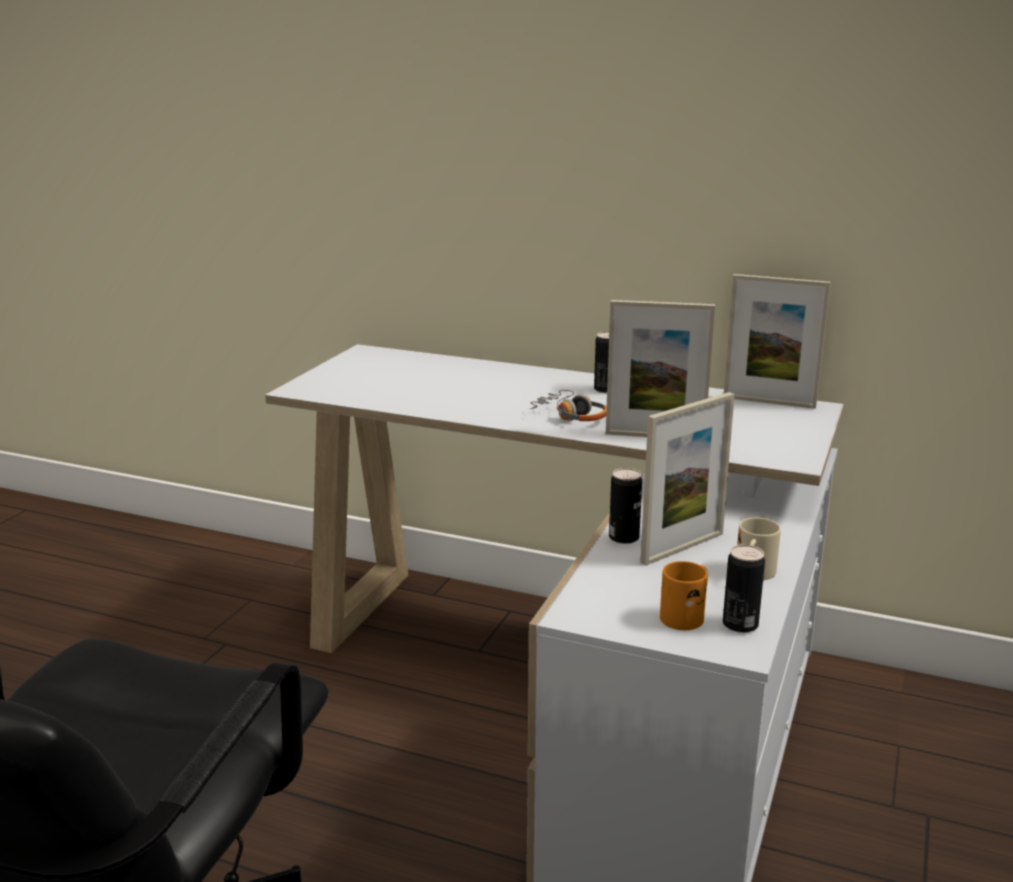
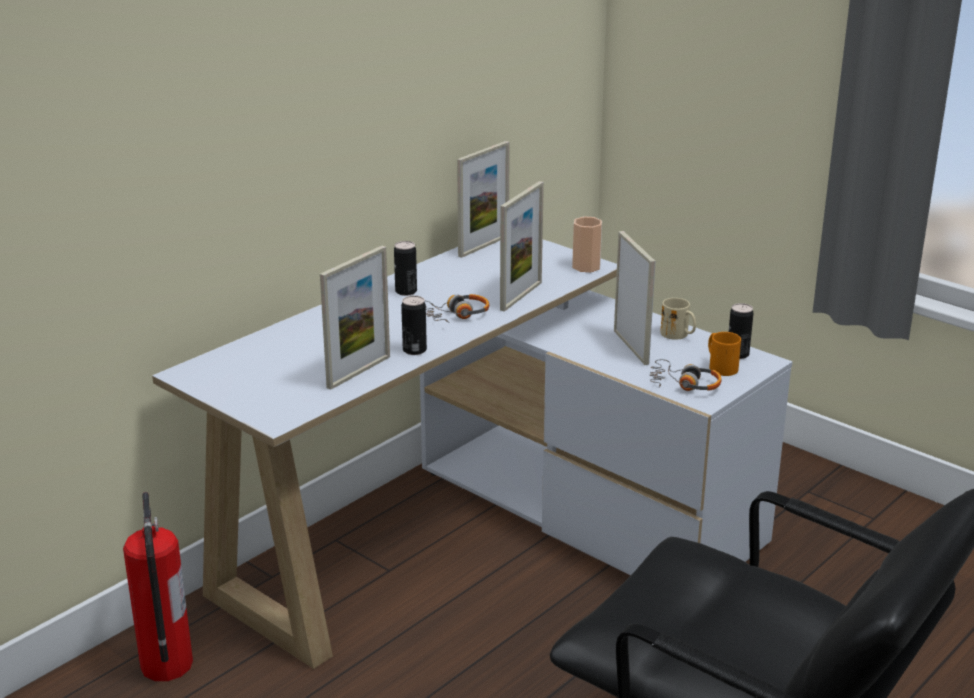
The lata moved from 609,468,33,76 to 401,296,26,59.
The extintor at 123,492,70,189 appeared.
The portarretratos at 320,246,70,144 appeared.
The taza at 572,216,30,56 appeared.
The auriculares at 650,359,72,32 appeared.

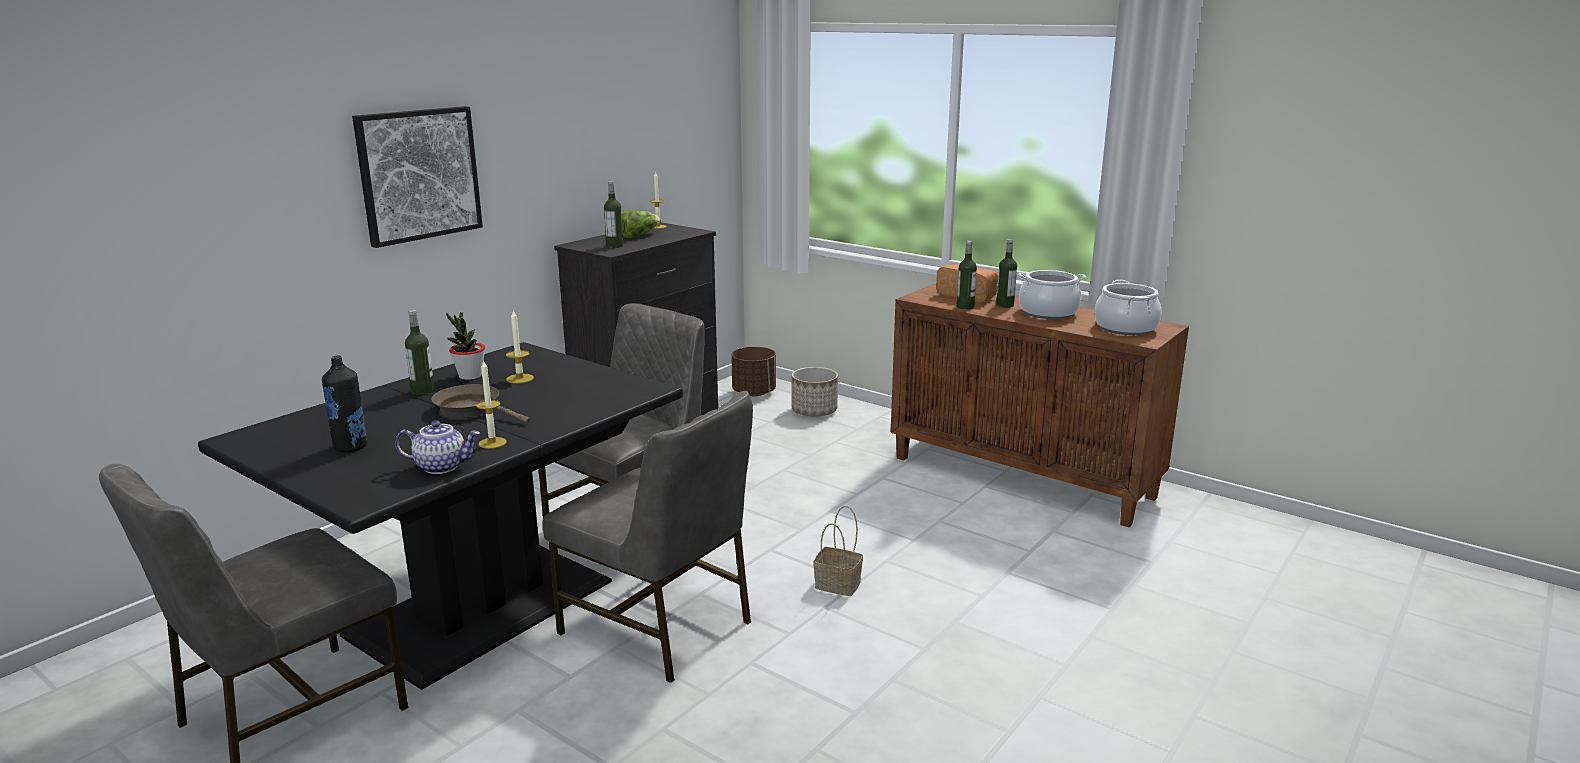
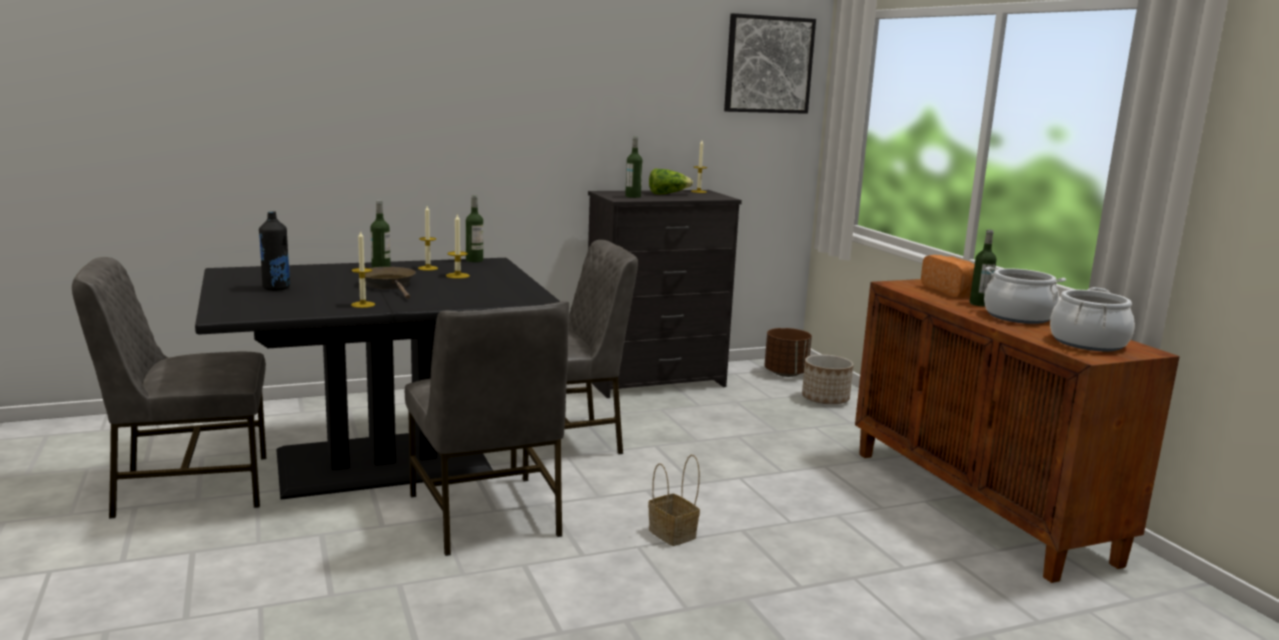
The cuadro moved from 352,106,131,142 to 724,13,92,101.
The tetera at 395,420,85,54 disappeared.
The planta en maceta at 446,312,39,68 was replaced by the vela at 418,206,20,65.
The botella moved from 956,241,21,69 to 466,195,17,67.

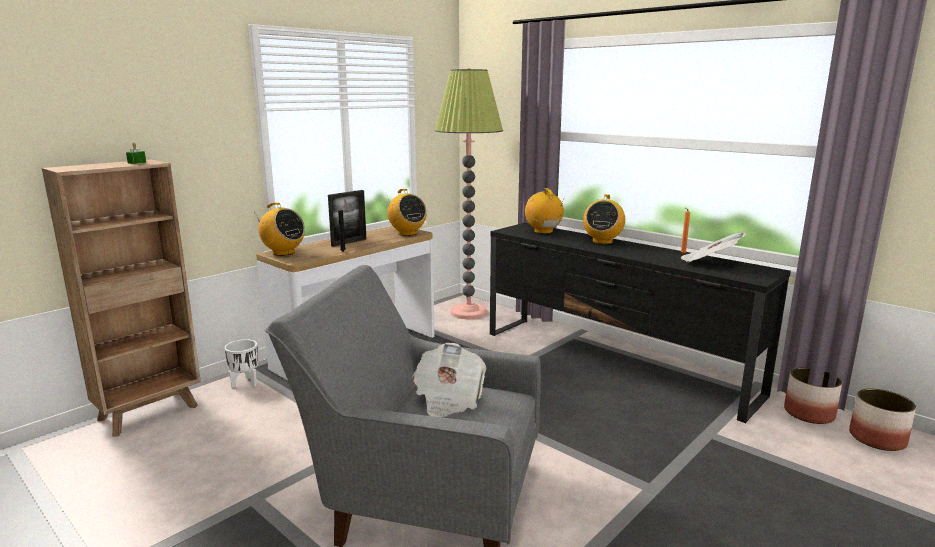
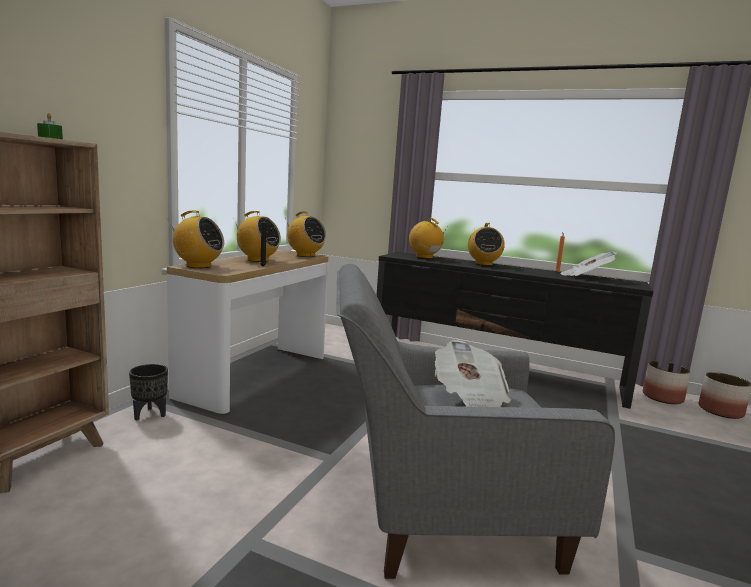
The maceta/blanco at 225,339,33,49 became the maceta/negro at 129,364,39,57.
The portarretratos at 328,190,38,57 was replaced by the radio at 233,211,48,51.
The lámpara de pie at 434,68,69,251 disappeared.

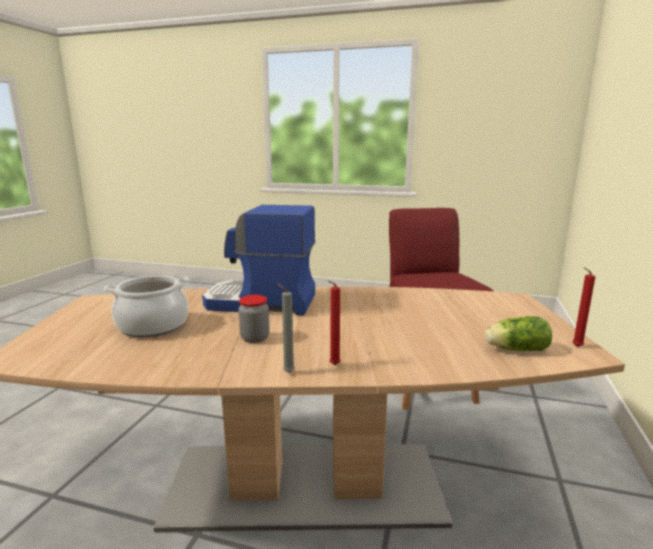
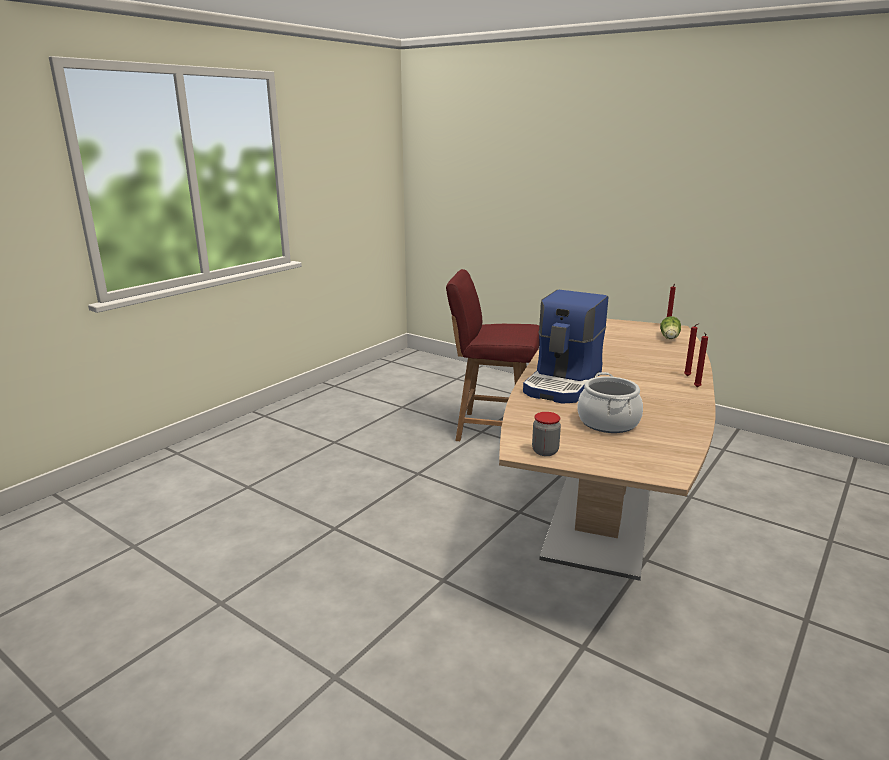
The tarro moved from 238,295,32,48 to 532,412,29,44.
The vela/gris at 277,283,18,90 became the vela/rojo at 694,332,14,55.

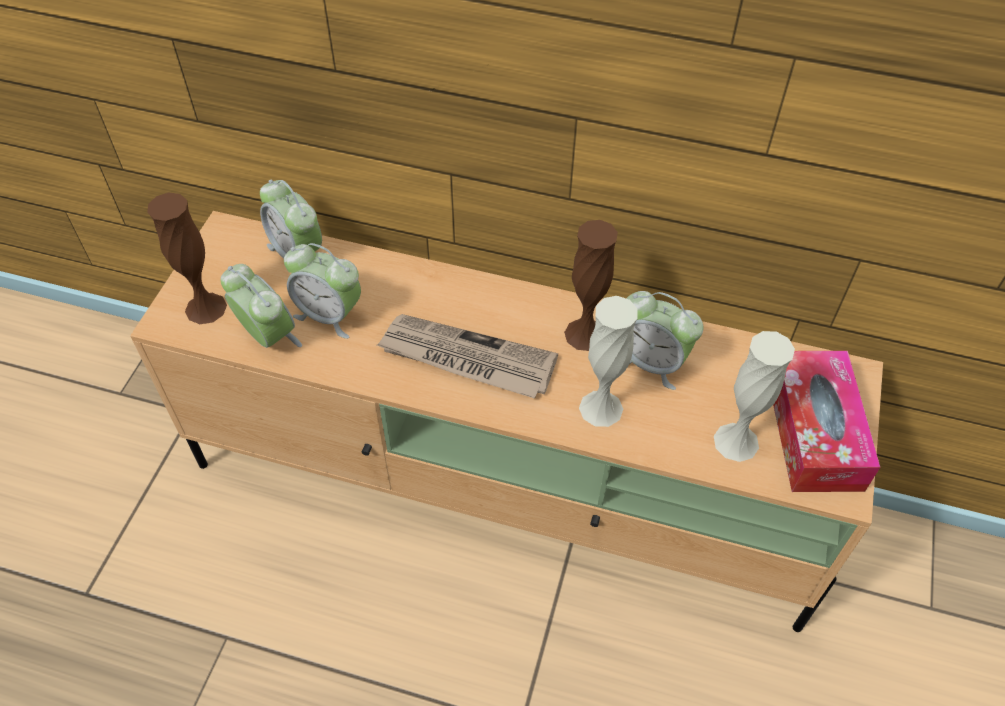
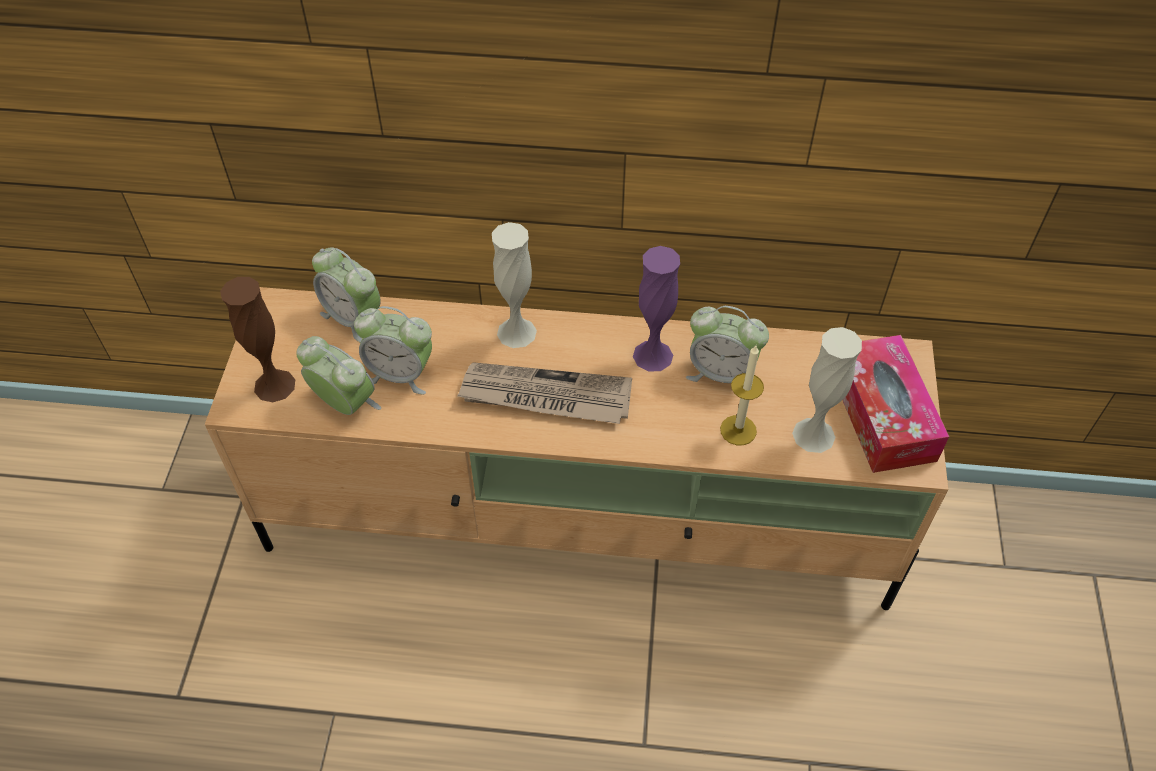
The florero/marrón at 564,220,54,131 became the florero/morado at 633,246,47,126.
The florero/blanco moved from 579,296,58,131 to 492,222,45,126.
The vela at 720,345,44,100 appeared.

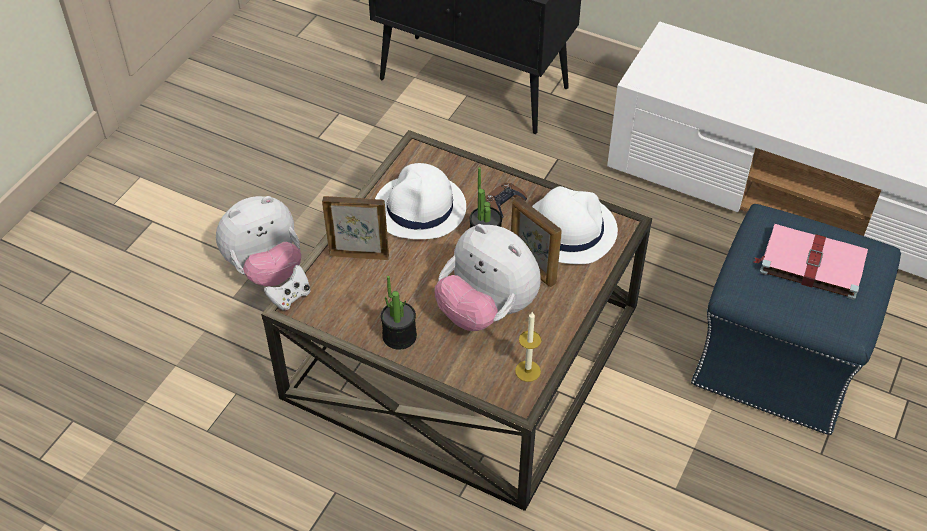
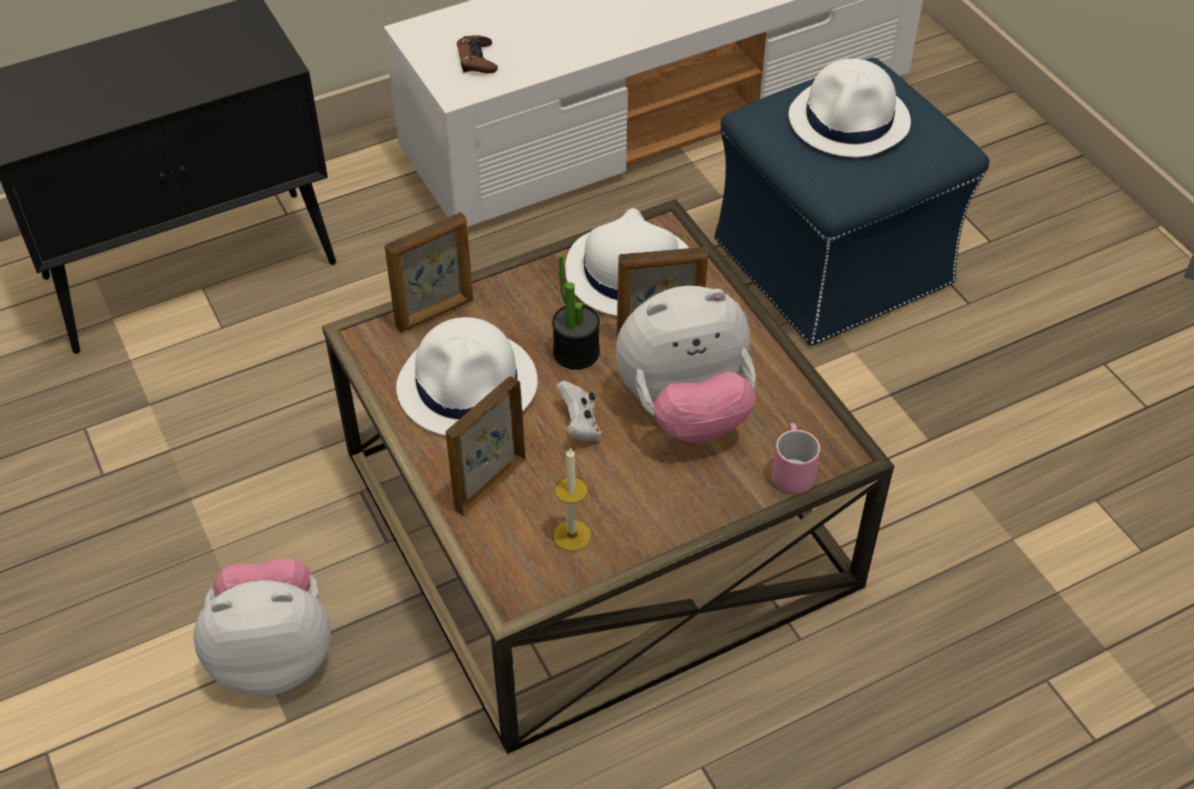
The peluche at 216,196,85,90 turned 105 degrees counterclockwise.
The mando de consola/blanco moved from 264,265,46,45 to 556,381,46,61.
The planta en maceta at 381,276,36,74 disappeared.
The mando de consola/marrón moved from 486,183,41,36 to 457,35,41,38.
The vela moved from 515,312,26,70 to 553,447,38,104.
The libro/rosa at 754,224,114,76 was replaced by the sombrero/blanco at 789,59,122,98.
The portarretratos at 385,212,88,120 appeared.
The taza grande/rosa at 772,423,49,71 appeared.

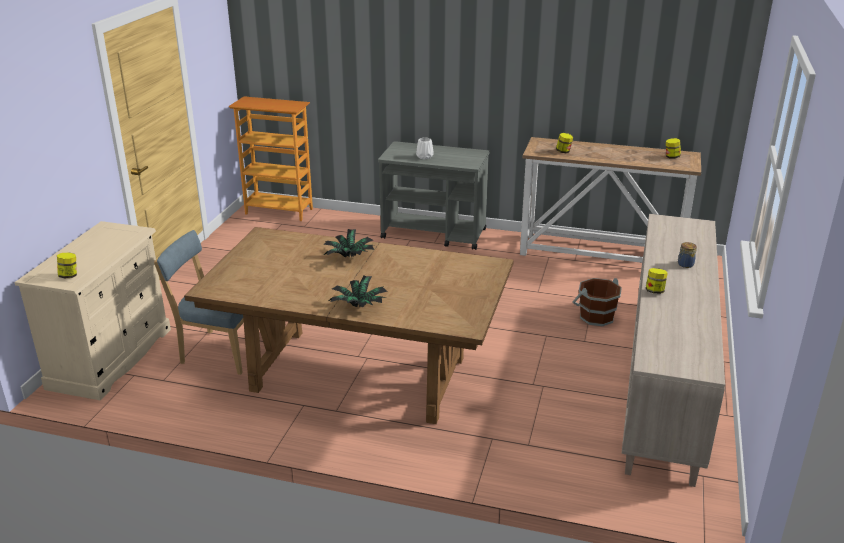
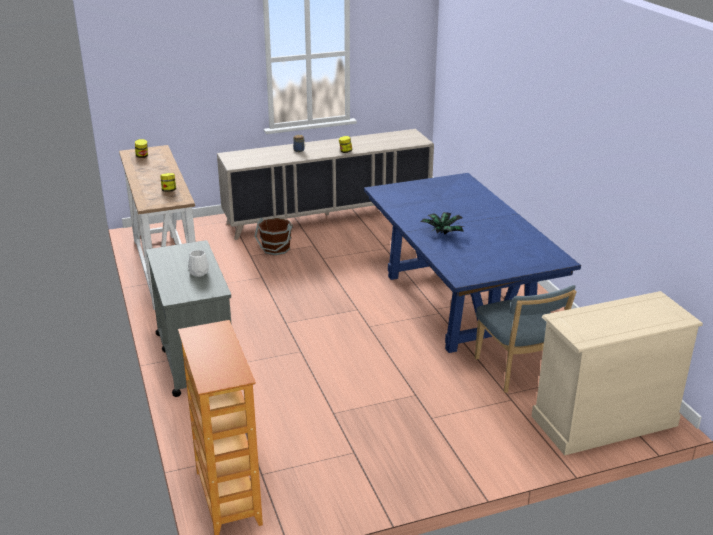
The tarro at 57,253,20,26 disappeared.
The mesa de comedor/marrón at 184,227,330,197 became the mesa de comedor/azul at 364,173,217,180.
The planta en maceta at 329,275,59,33 disappeared.

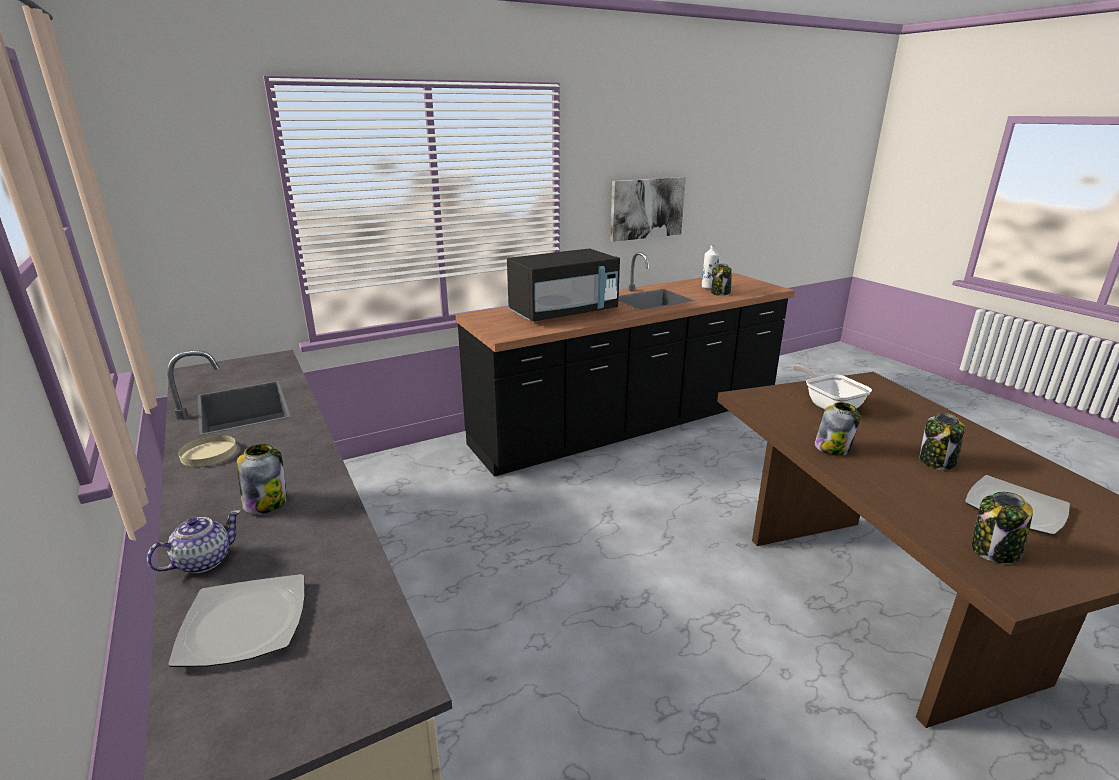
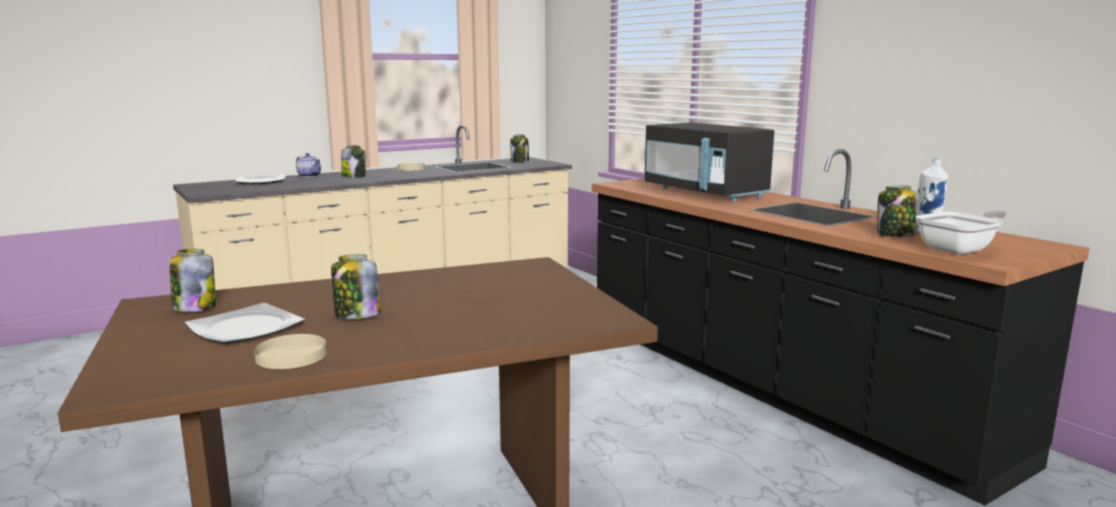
The cuadro at 610,177,76,65 disappeared.
The sartén moved from 792,365,80,45 to 916,210,91,45.
The tarro moved from 815,402,46,54 to 510,134,19,29.
The plato/beis at 254,334,73,35 appeared.

